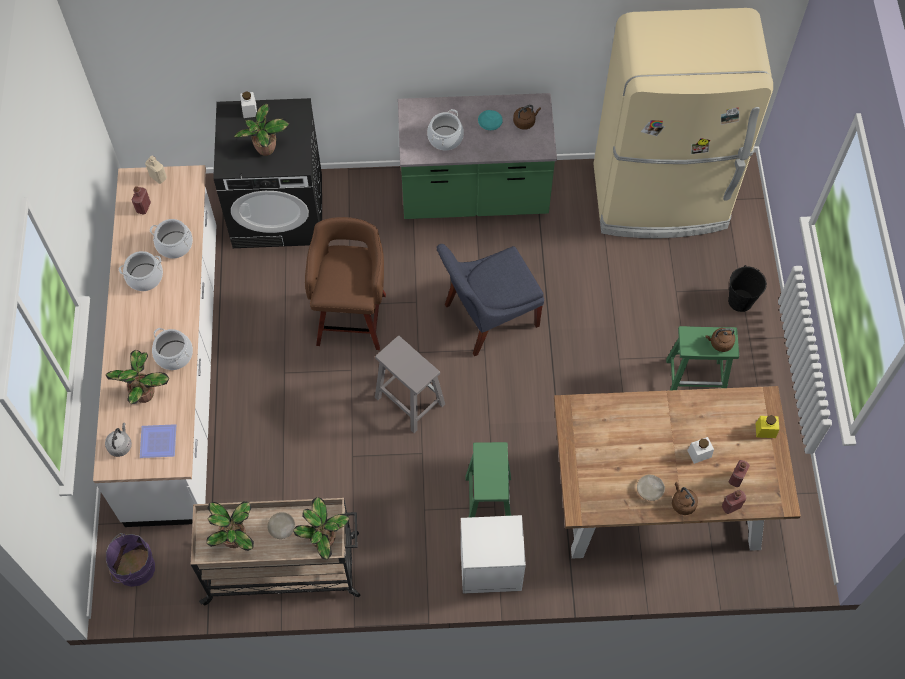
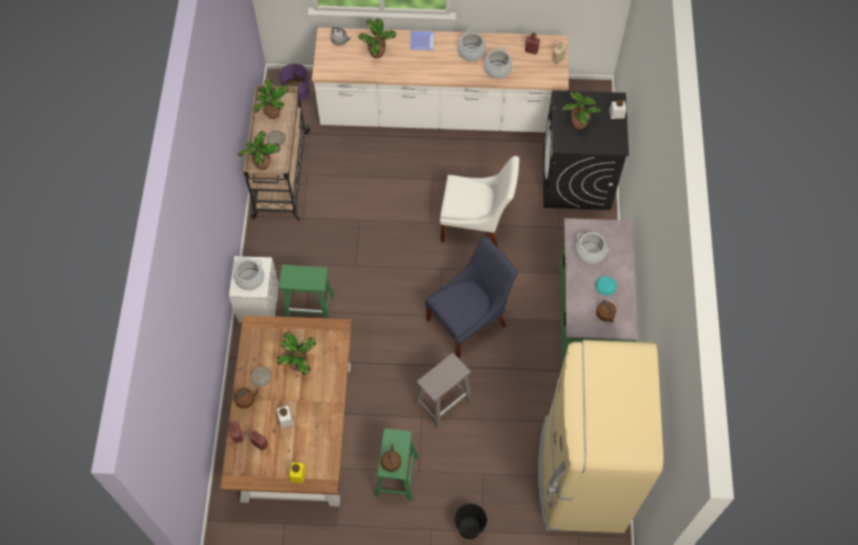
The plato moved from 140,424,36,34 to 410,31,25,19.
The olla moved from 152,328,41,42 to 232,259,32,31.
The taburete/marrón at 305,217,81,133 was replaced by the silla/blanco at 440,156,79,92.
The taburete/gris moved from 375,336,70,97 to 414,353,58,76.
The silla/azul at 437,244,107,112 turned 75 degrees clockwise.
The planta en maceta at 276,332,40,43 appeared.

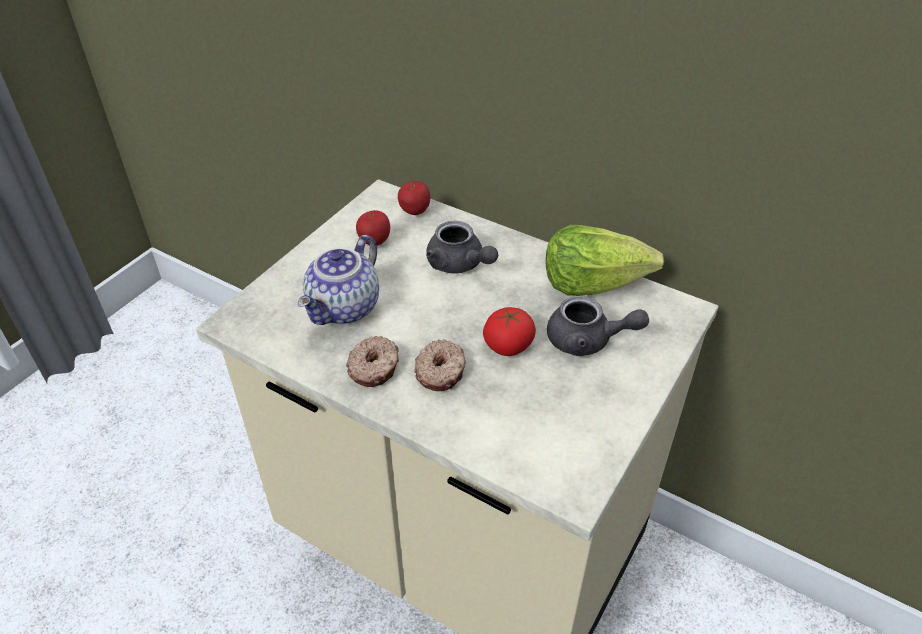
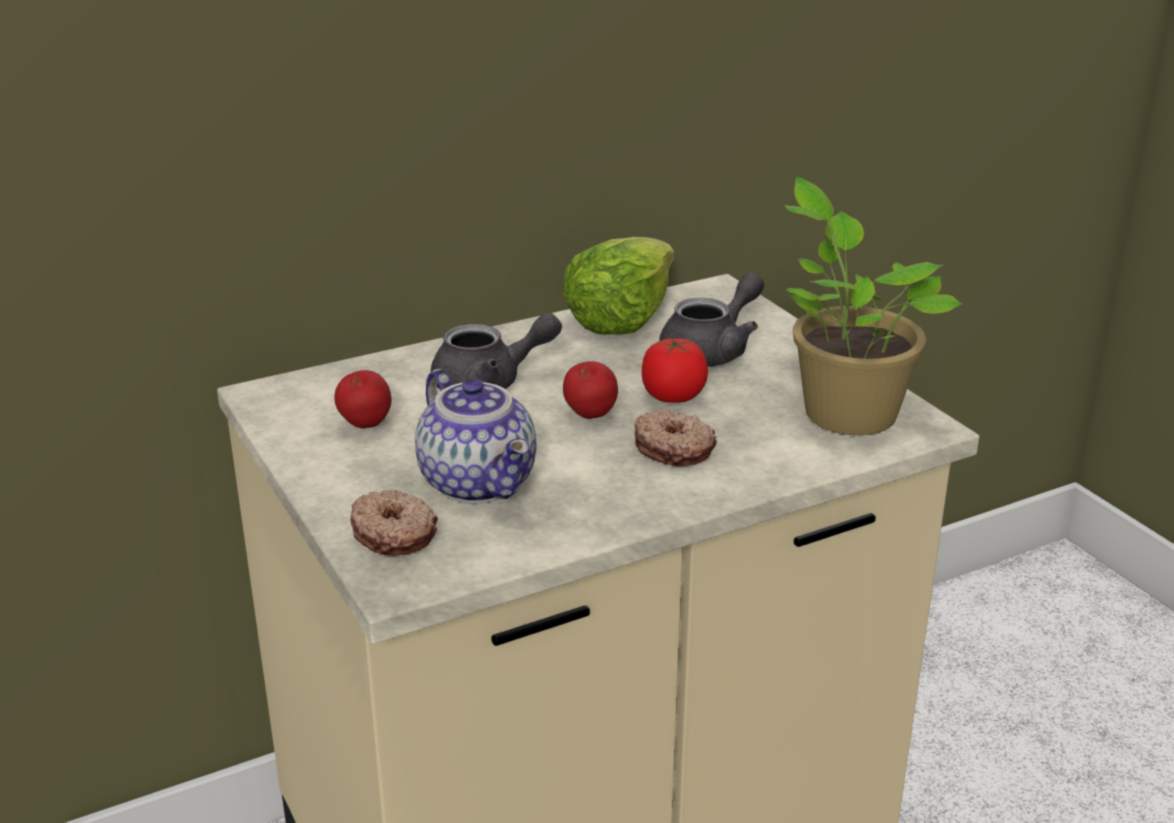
The rosquilla moved from 346,336,53,51 to 350,489,88,67.
The manzana moved from 398,181,32,34 to 563,361,55,58.
The planta en maceta at 785,177,177,258 appeared.

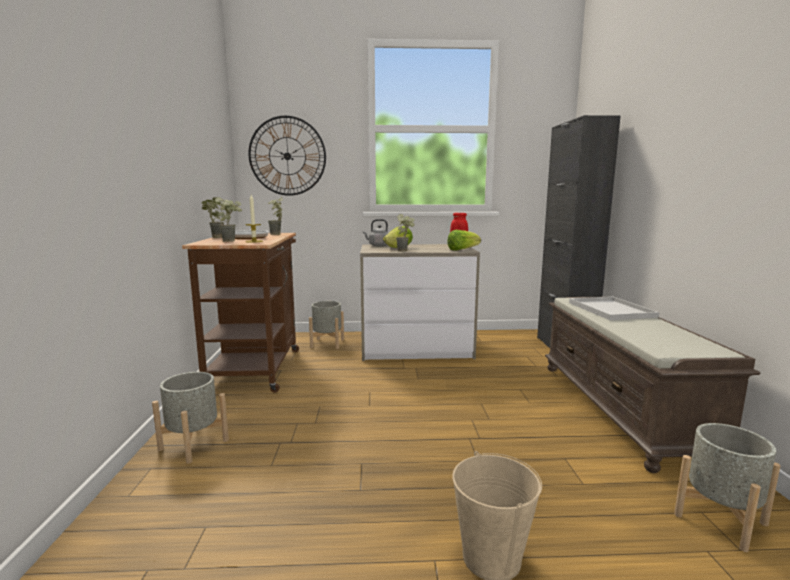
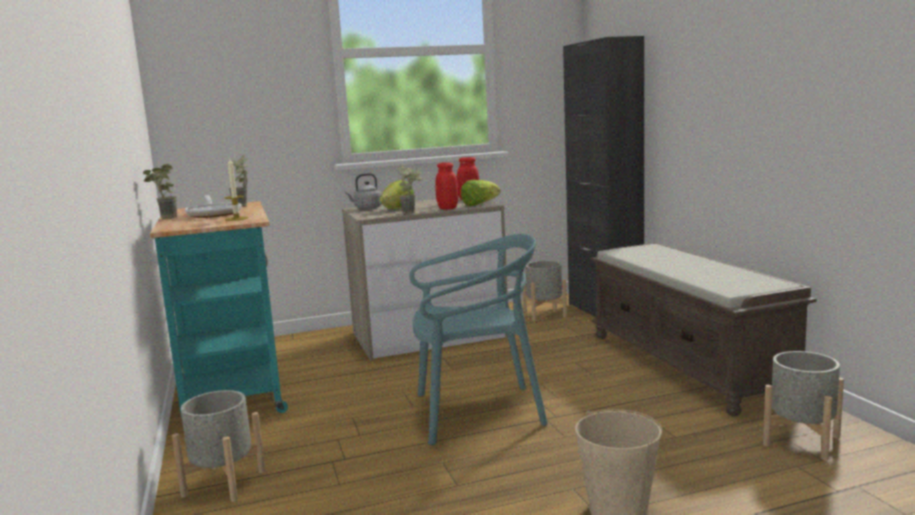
The carrito/marrón at 182,233,117,160 became the carrito/turquesa at 150,201,138,218.
The planta en maceta at 215,197,27,45 disappeared.
The reloj de pared at 248,116,78,80 disappeared.
The maceta/gris moved from 309,301,35,48 to 523,261,44,60.
The bandeja/blanco at 569,296,90,24 disappeared.
The silla/turquesa at 409,234,139,211 appeared.
The tarro/rojo at 435,163,23,46 appeared.

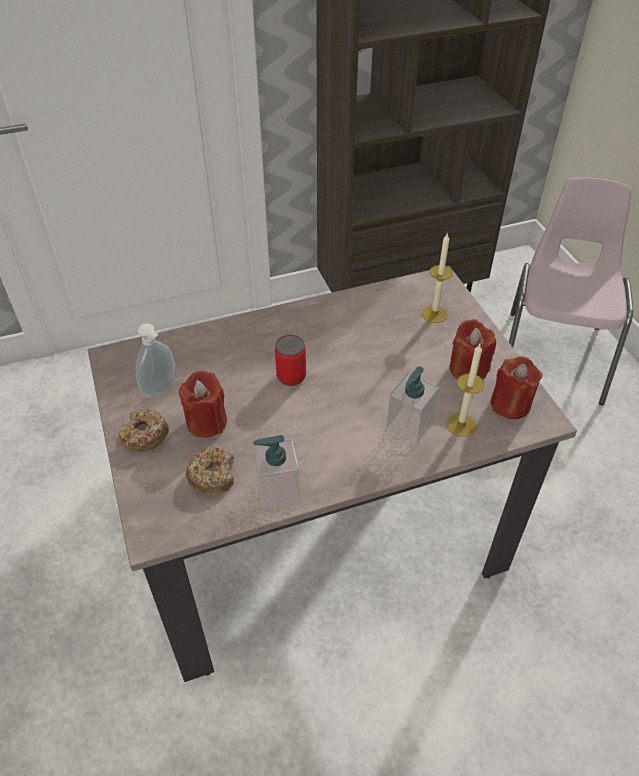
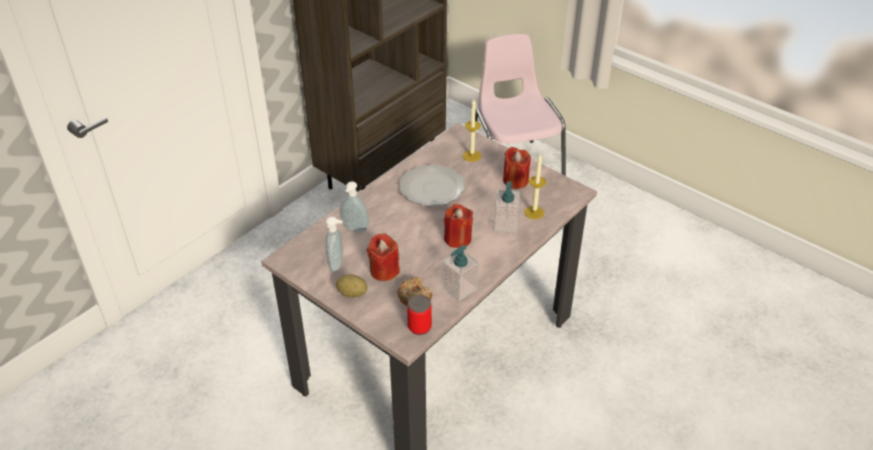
The rosquilla at 118,409,51,42 was replaced by the patata at 336,274,31,24.
The lata moved from 275,335,31,51 to 407,295,25,40.
The vela/rojo moved from 491,356,52,63 to 444,204,29,44.
The dispensador de jabón at 340,181,29,52 appeared.
The plato at 400,164,65,42 appeared.

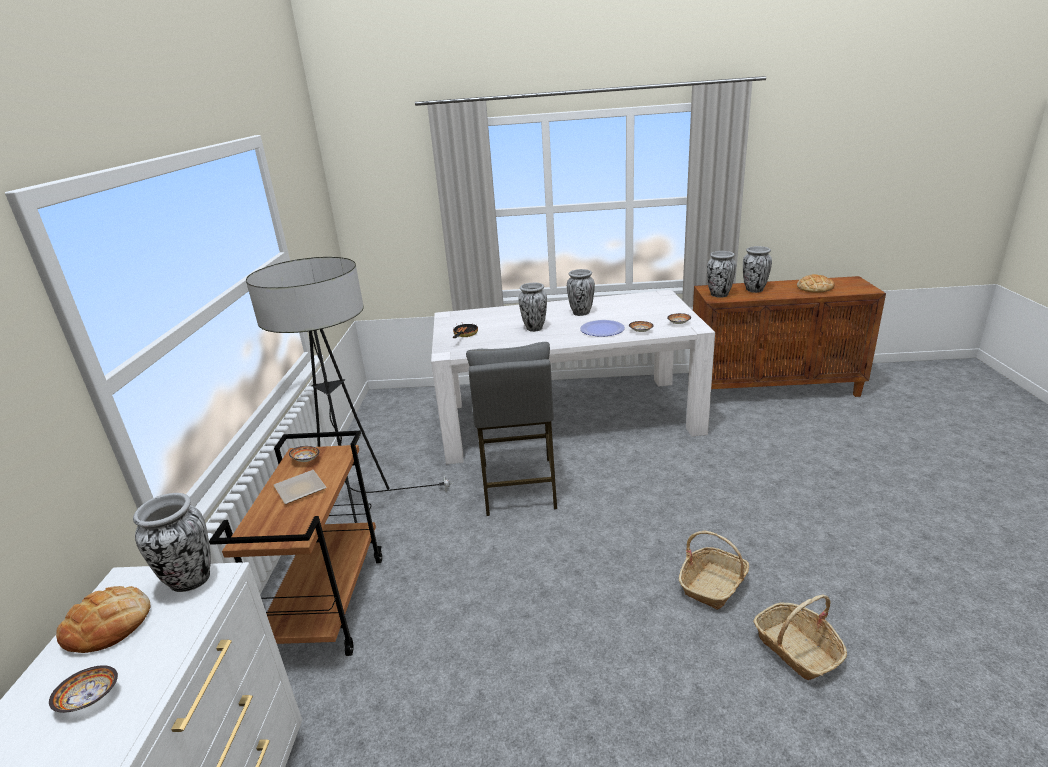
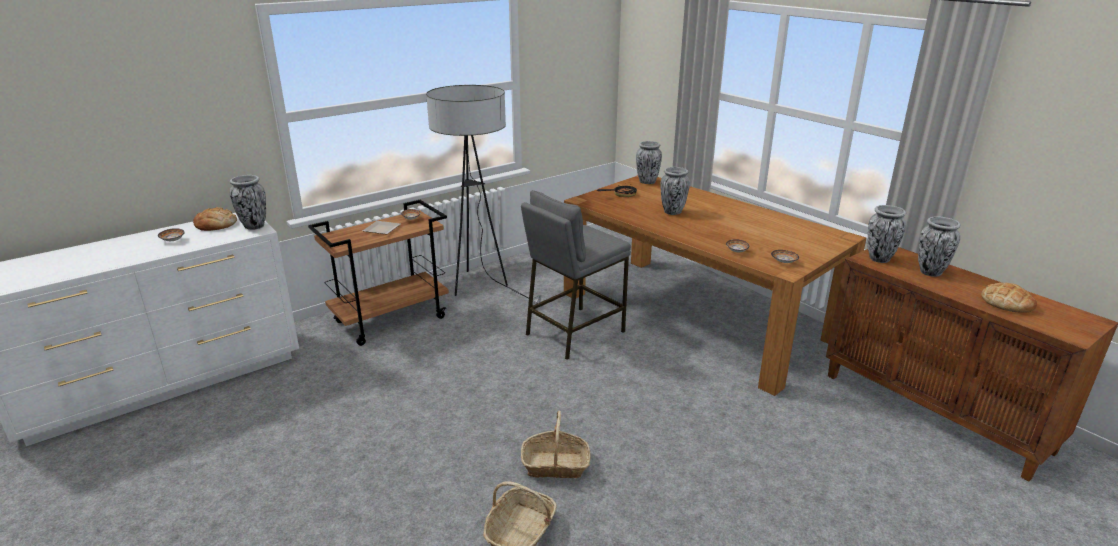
The mesa de comedor/blanco at 431,289,284,175 became the mesa de comedor/marrón at 564,175,302,221.
The florero moved from 567,269,28,47 to 636,141,26,43.
The plato at 580,320,45,17 disappeared.

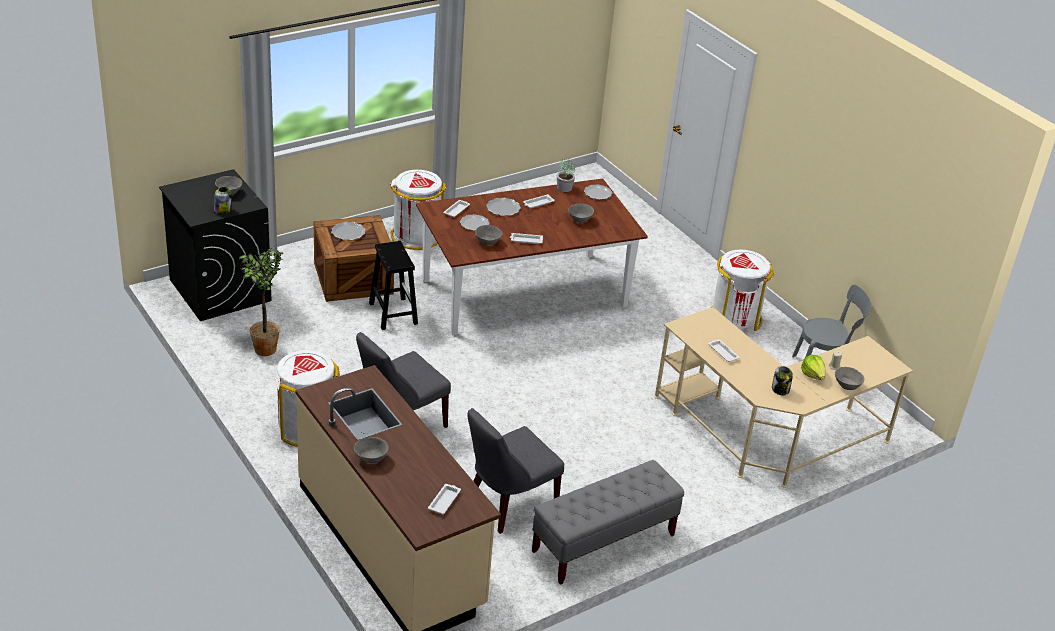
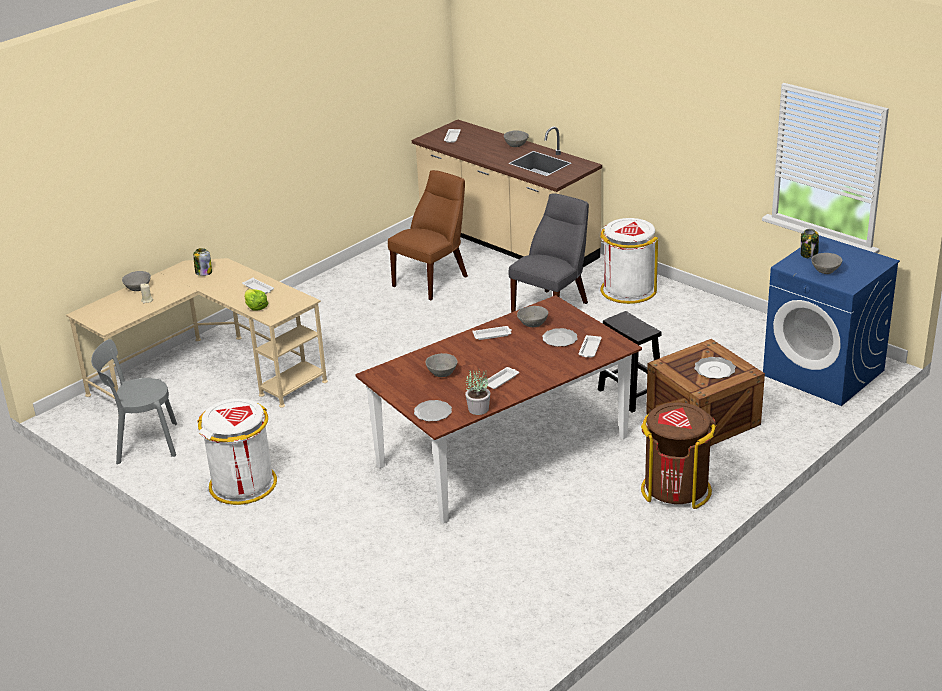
The lavadora/negro at 159,169,112,152 became the lavadora/azul at 763,235,137,171.
The planta en maceta at 239,248,43,108 disappeared.
The papelera/blanco at 391,170,55,80 became the papelera/marrón at 641,402,76,107.
The silla/gris at 467,408,97,126 became the silla/marrón at 388,170,80,130.
The plato at 486,198,35,18 disappeared.
The banco/gris at 532,460,152,125 disappeared.
The lechuga moved from 801,355,25,25 to 244,289,24,22.

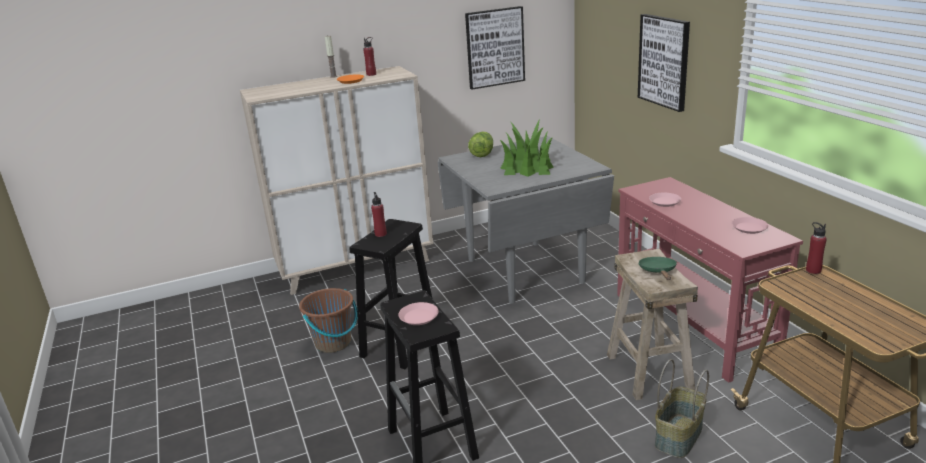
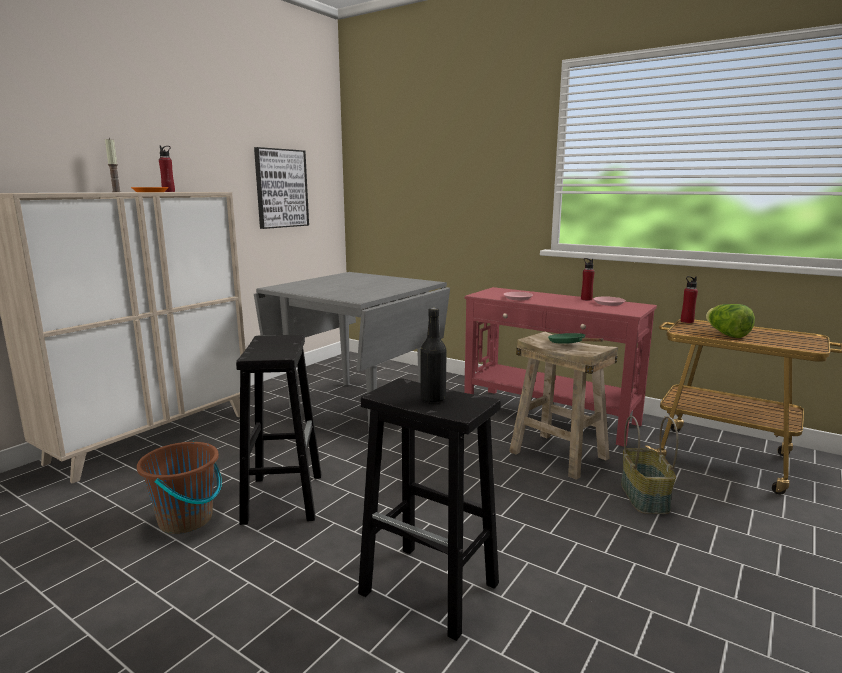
The botella/rojo moved from 371,192,16,45 to 581,258,14,43.
The plato/rosa at 398,302,41,23 was replaced by the botella/negro at 420,308,27,95.
The lechuga moved from 468,132,25,25 to 706,304,49,34.
The planta en maceta at 499,120,55,57 disappeared.
The cuadro at 638,14,52,98 disappeared.

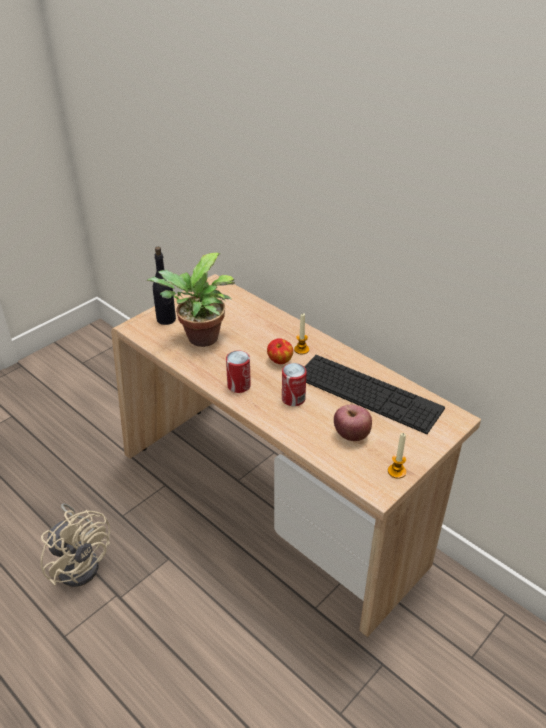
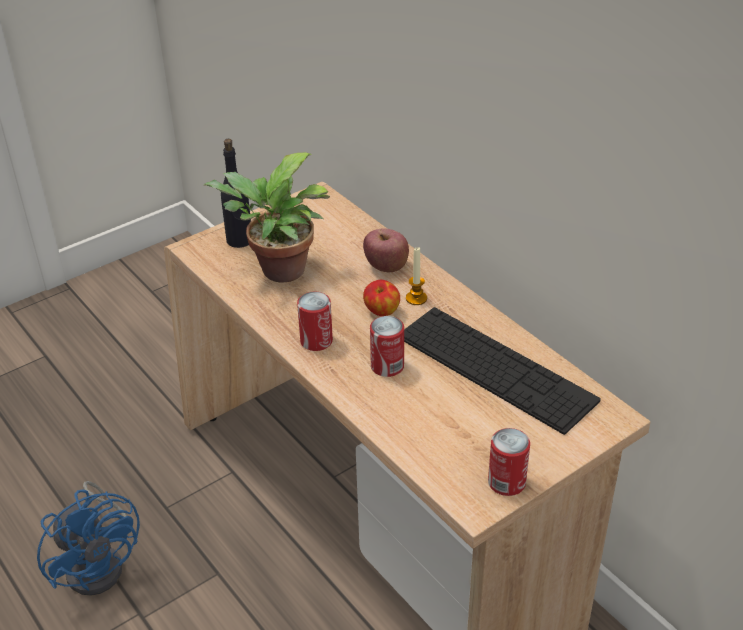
The ventilador/beis at 40,503,70,84 became the ventilador/azul at 37,481,103,115.
The manzana moved from 334,405,38,36 to 363,229,46,43.
The vela at 388,433,18,46 was replaced by the lata at 488,428,42,68.

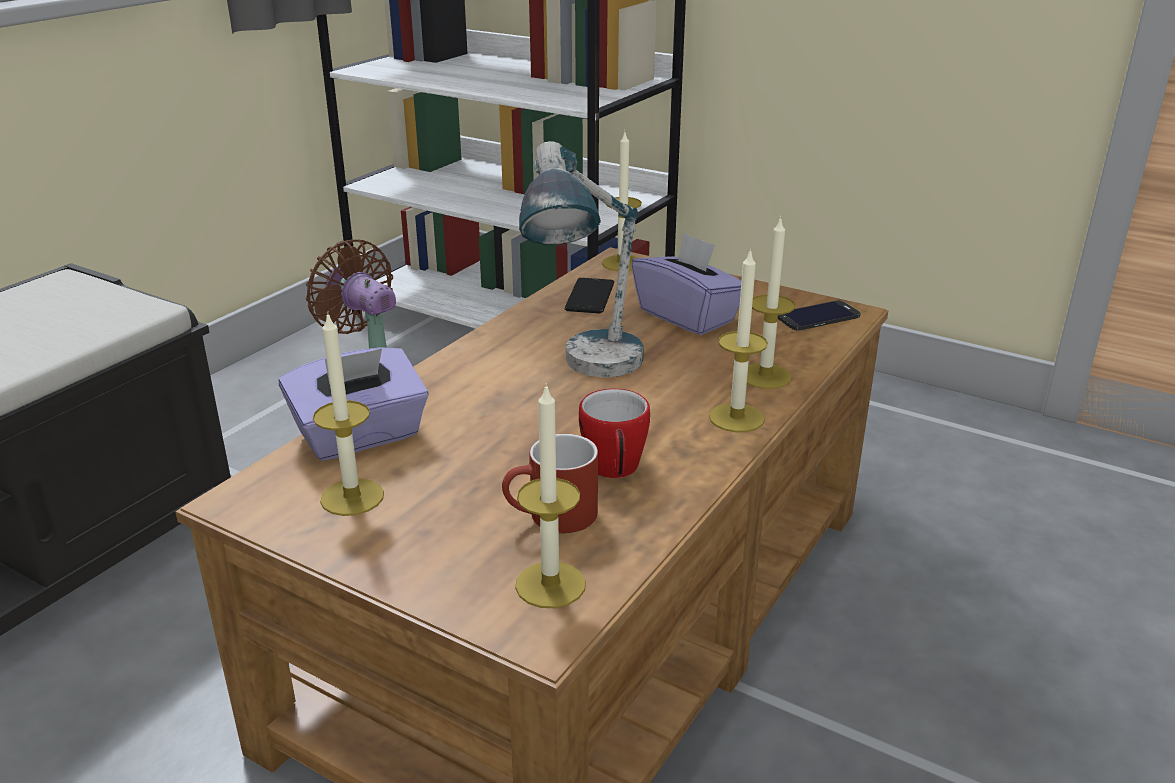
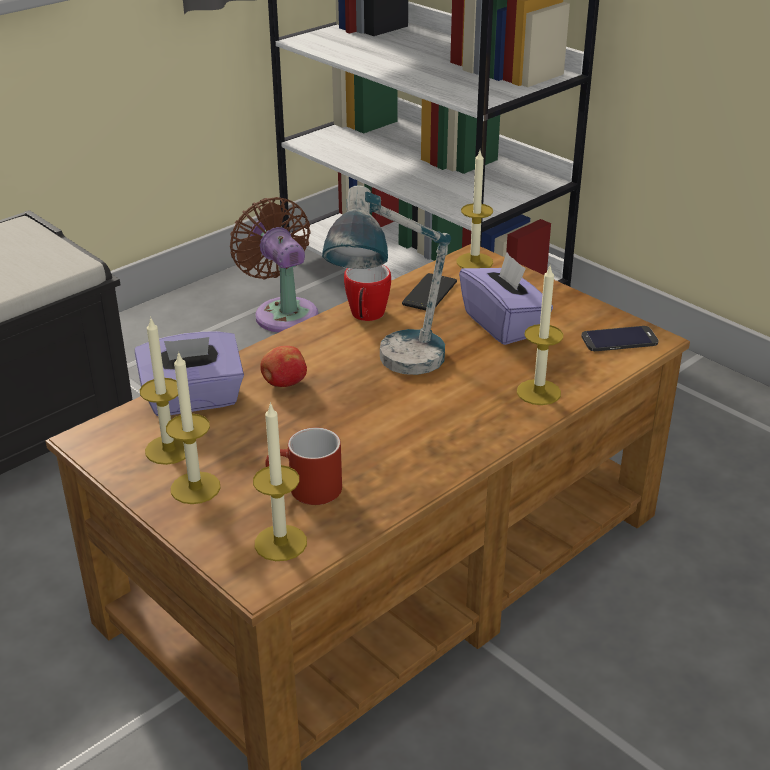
The taza grande moved from 579,389,71,89 to 344,265,47,56.
The vela moved from 709,248,59,184 to 166,351,54,153.
The manzana at 260,346,47,41 appeared.

